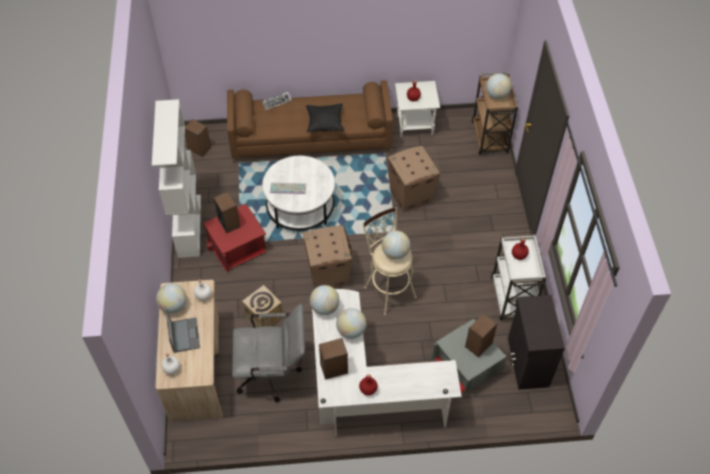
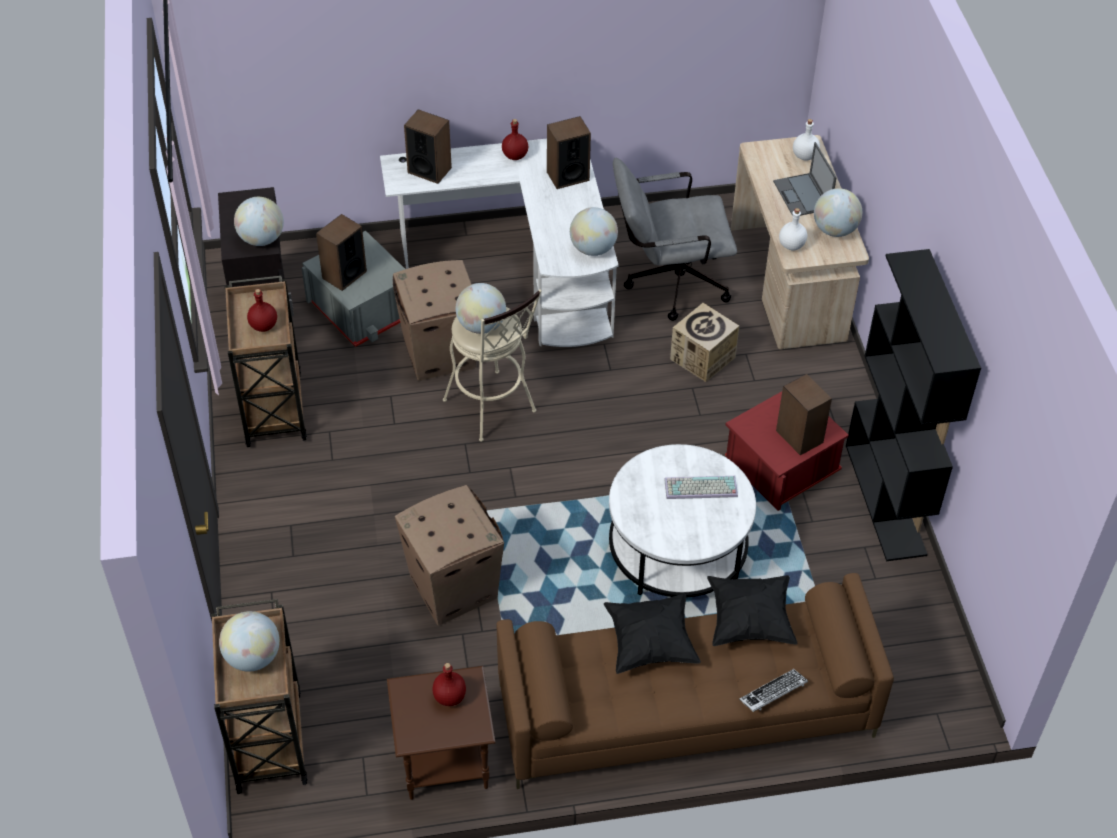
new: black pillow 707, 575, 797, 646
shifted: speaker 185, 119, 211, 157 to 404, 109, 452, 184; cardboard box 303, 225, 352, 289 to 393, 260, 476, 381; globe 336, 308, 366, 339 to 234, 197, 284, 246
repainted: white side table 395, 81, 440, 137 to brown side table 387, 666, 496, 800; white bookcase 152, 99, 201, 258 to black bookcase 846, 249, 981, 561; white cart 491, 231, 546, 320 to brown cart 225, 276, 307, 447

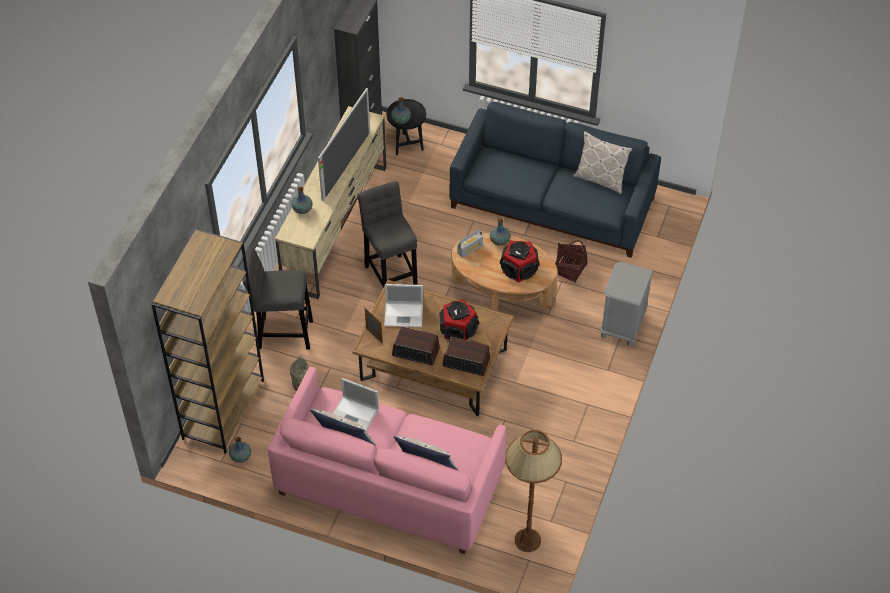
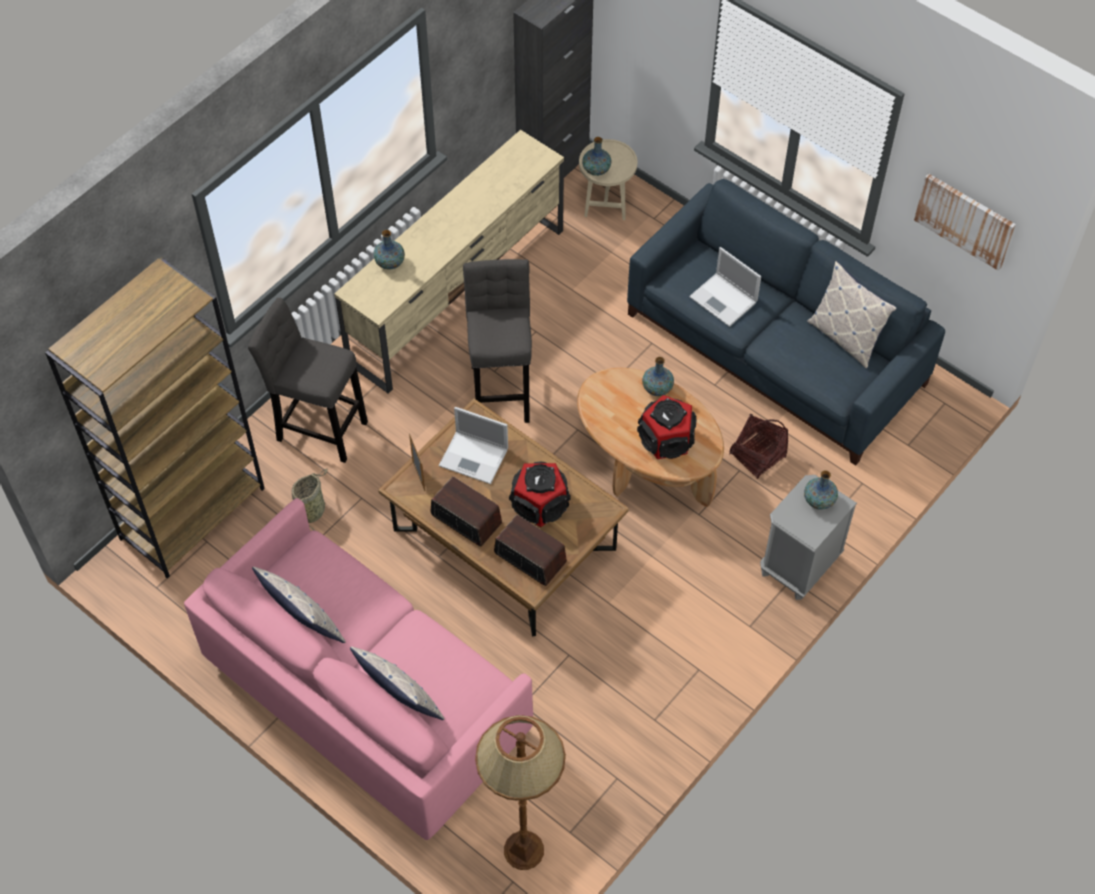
gone: television 318, 88, 370, 201; radio 457, 230, 483, 258
new: picture 914, 173, 1016, 270
shifted: laptop 333, 378, 379, 431 to 689, 247, 761, 327; vase 229, 437, 251, 463 to 804, 470, 838, 510
repainted: black side table 387, 99, 426, 156 to beige side table 579, 139, 637, 220

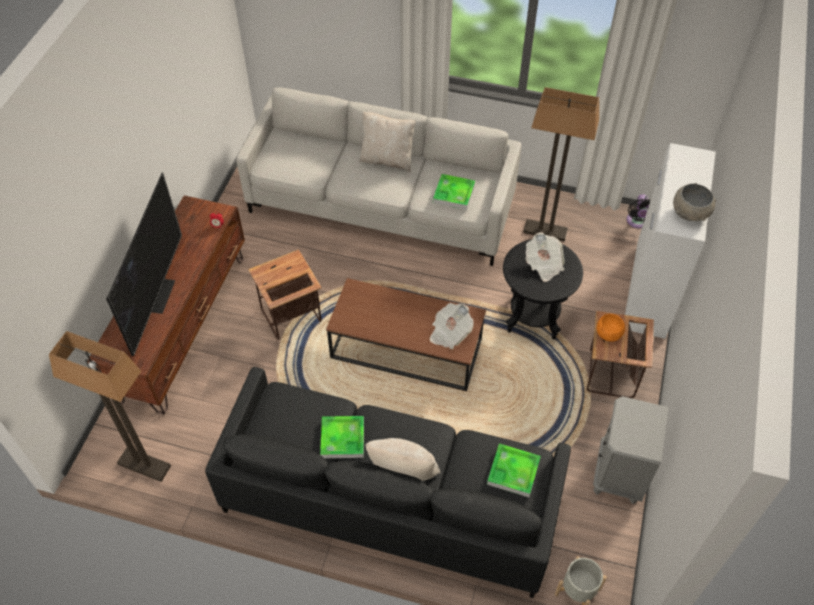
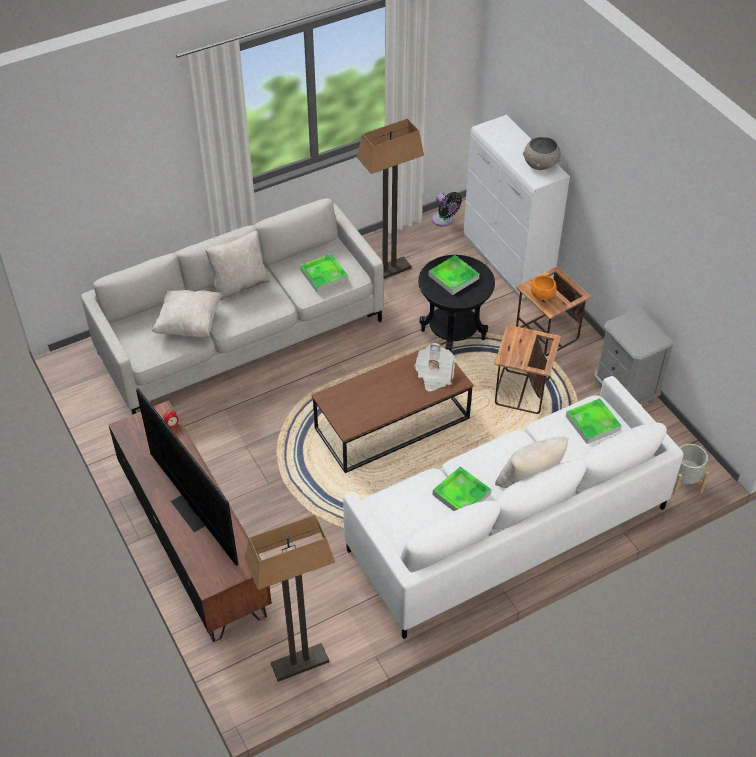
new: beige pillow 152, 289, 223, 337
shifted: side table 248, 249, 322, 340 to 494, 325, 561, 414
swapped: newspaper 525, 232, 565, 282 to tray 428, 255, 480, 295
repainted: black sofa 205, 367, 571, 598 to white sofa 343, 376, 683, 639

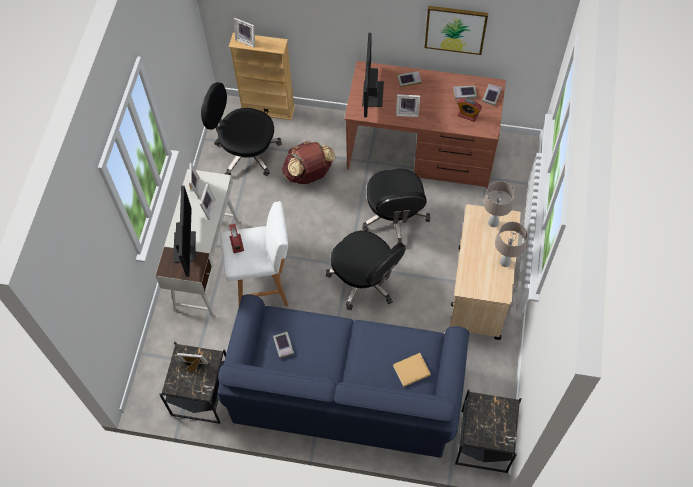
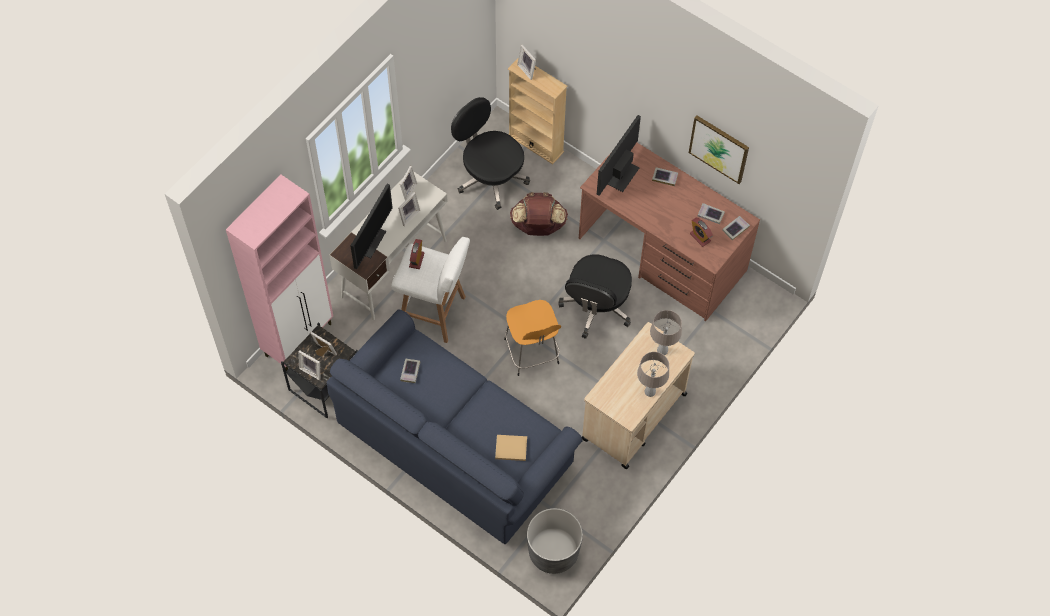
new: pink cabinet 226, 175, 333, 371
shifted: picture frame 396, 94, 420, 117 to 298, 350, 321, 380
swapped: black office chair 326, 231, 406, 310 to orange stool 504, 300, 561, 376; black side table 455, 390, 522, 473 to grey planter 527, 508, 583, 574

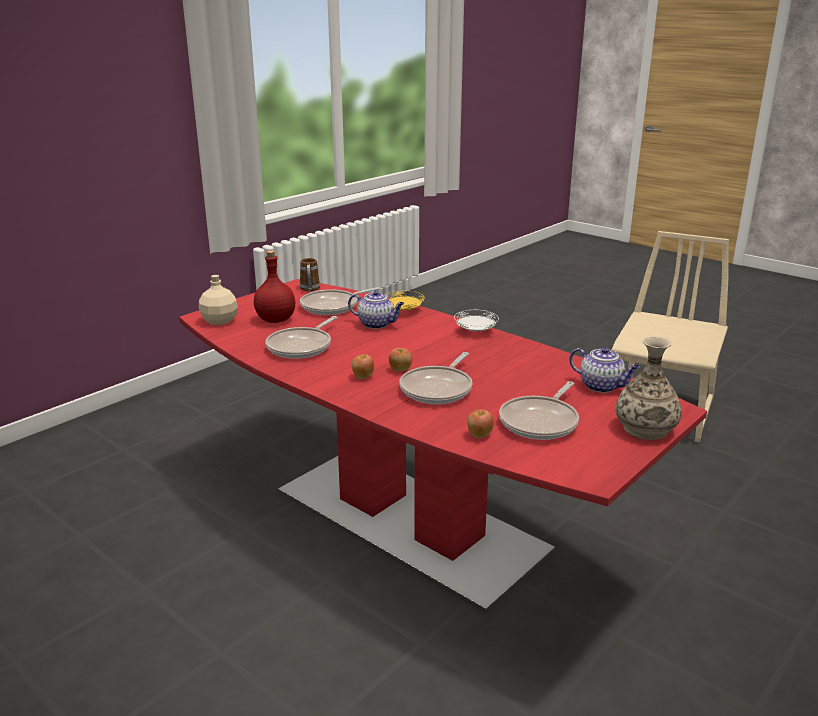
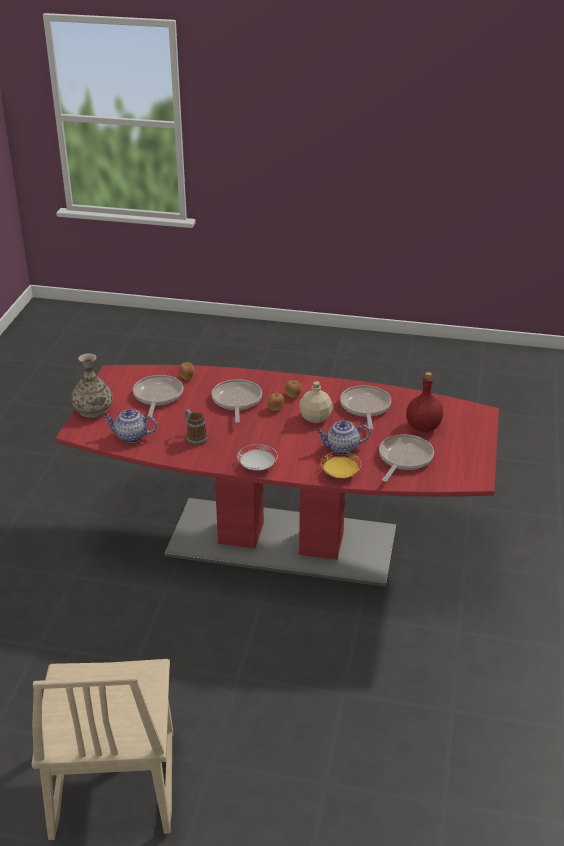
shifted: mug 300, 258, 320, 291 to 184, 409, 207, 446; beige bottle 199, 275, 238, 325 to 299, 381, 333, 423

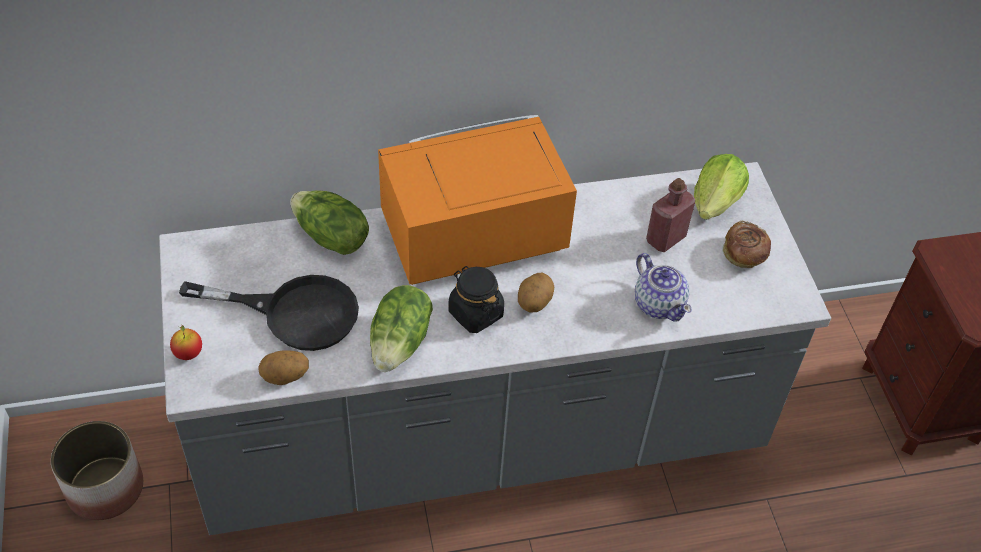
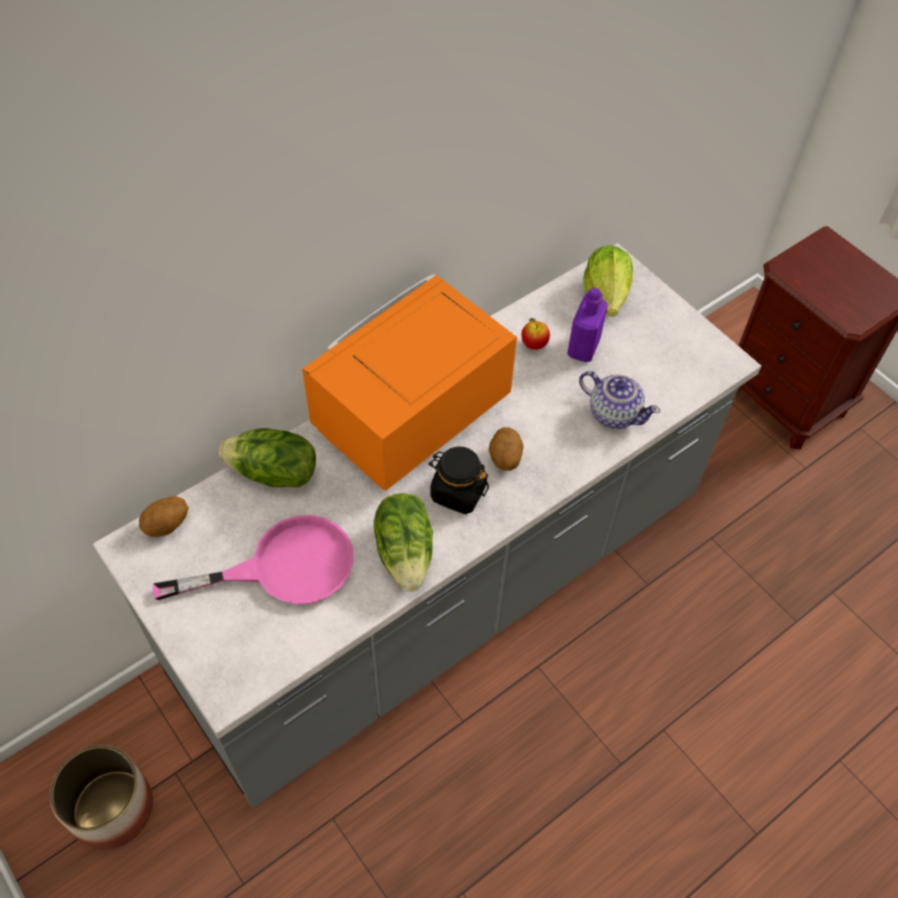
gone: bread 723, 221, 771, 268
shifted: apple 170, 325, 202, 360 to 521, 318, 550, 350; potato 258, 350, 309, 385 to 139, 496, 188, 537
repainted: red bottle 646, 178, 695, 252 to purple bottle 567, 287, 608, 362; black frying pan 179, 275, 359, 351 to pink frying pan 153, 515, 354, 605

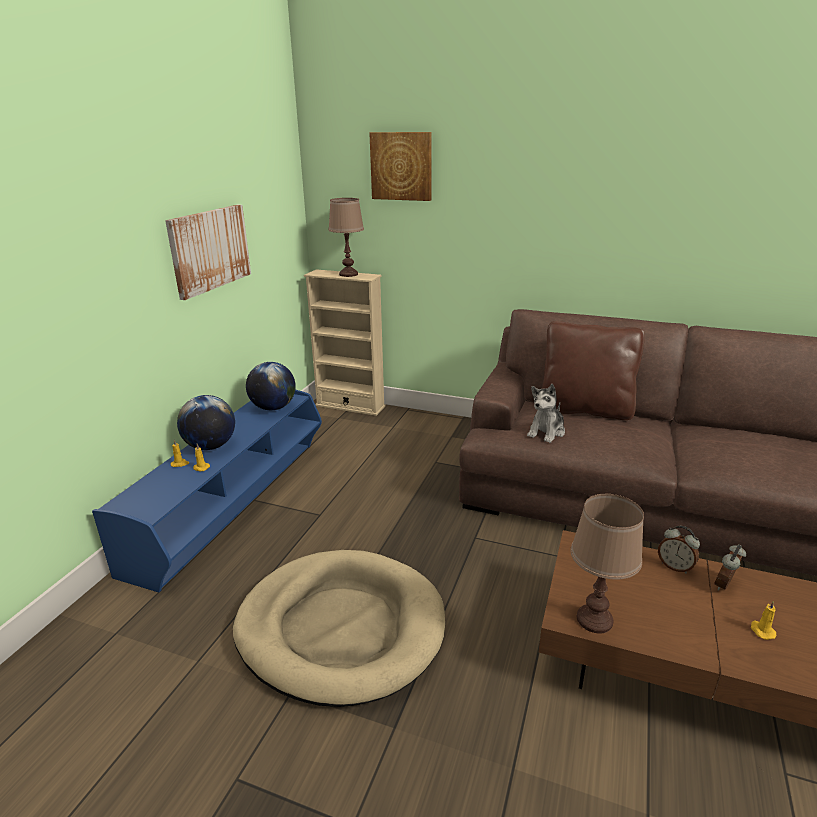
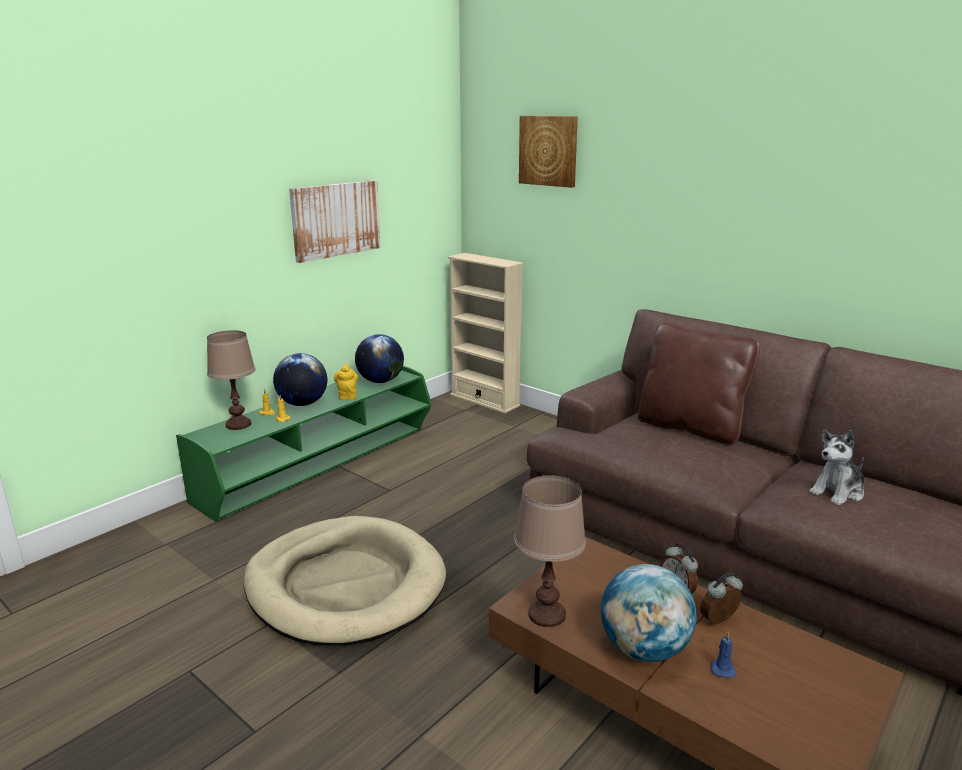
new: yellow teapot 334, 364, 358, 400; globe 601, 564, 697, 662
shifted: brown table lamp 328, 198, 364, 277 to 207, 330, 255, 430; plush toy 527, 384, 565, 443 to 809, 430, 864, 505
repainted: blue tv stand 92, 390, 322, 592 to green tv stand 176, 366, 431, 522; yellow candle 751, 601, 776, 640 to blue candle 711, 631, 736, 678

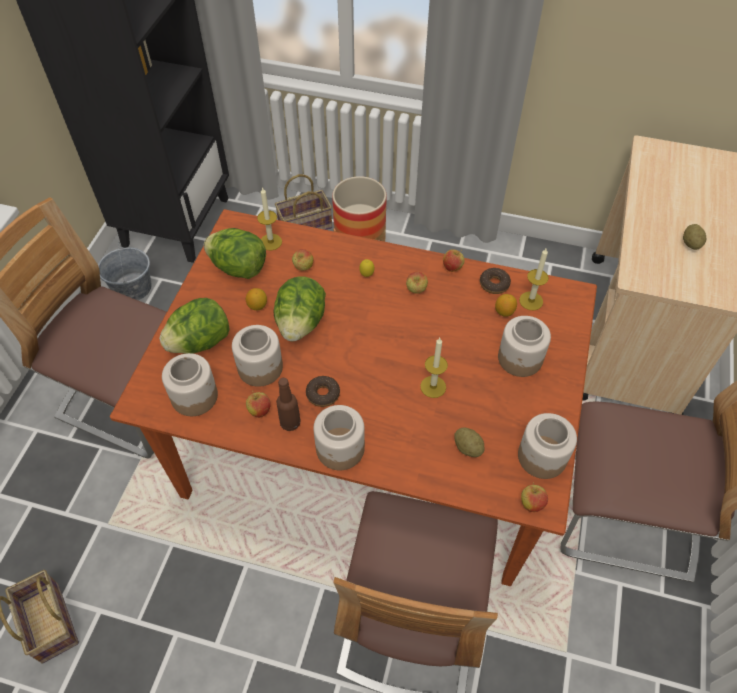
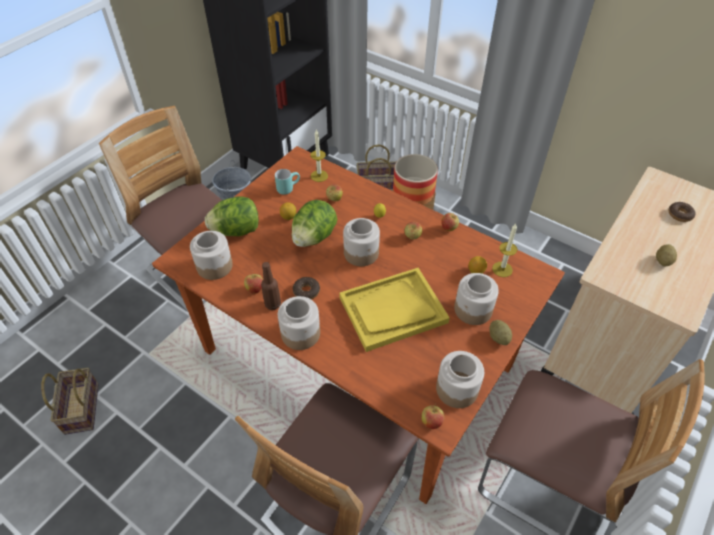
shifted: donut 480, 268, 511, 294 to 669, 202, 696, 222; jar 232, 325, 283, 387 to 343, 218, 380, 266; potato 454, 428, 484, 457 to 489, 320, 512, 345
swapped: lettuce 204, 228, 266, 279 to turquoise mug 275, 169, 300, 195; candle 420, 338, 448, 398 to yellow tray 339, 268, 450, 352

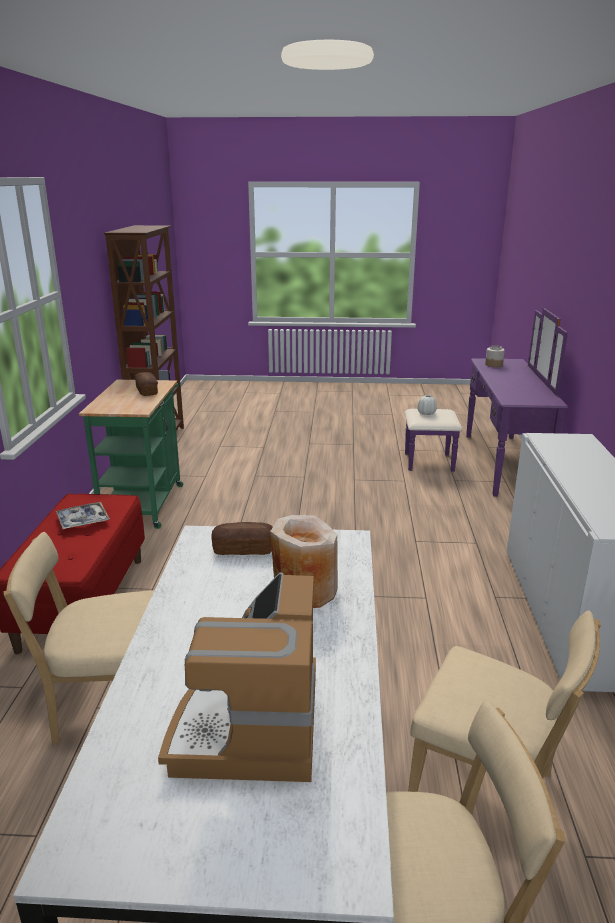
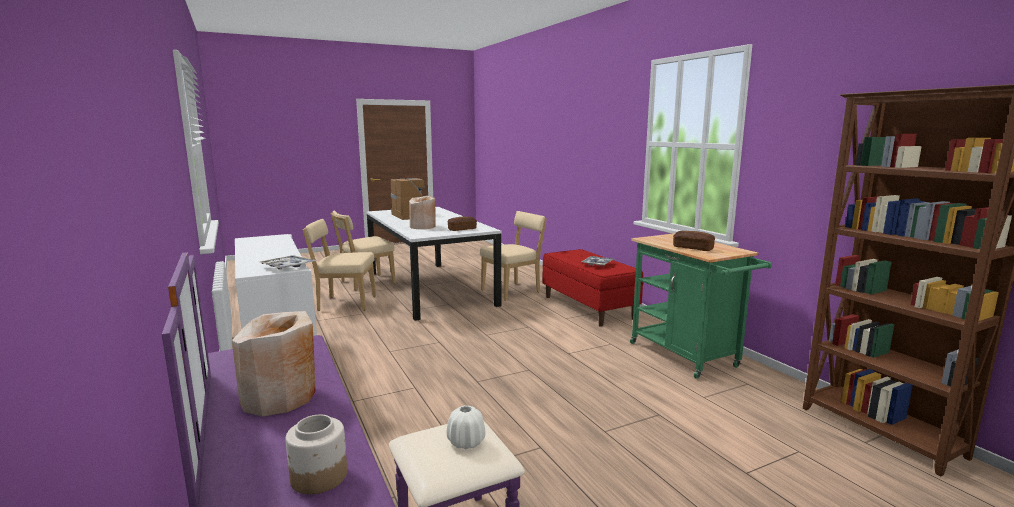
new: tray 260, 255, 317, 269; beige vase 232, 311, 316, 417

